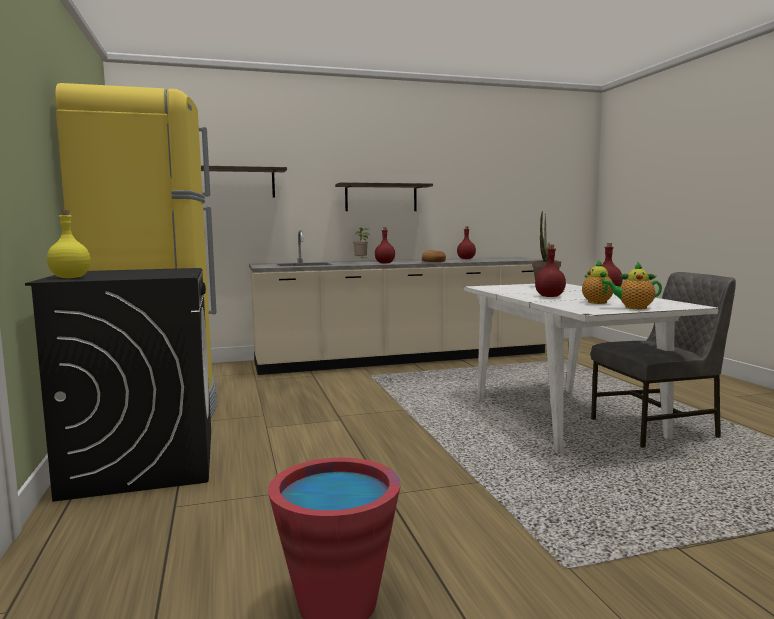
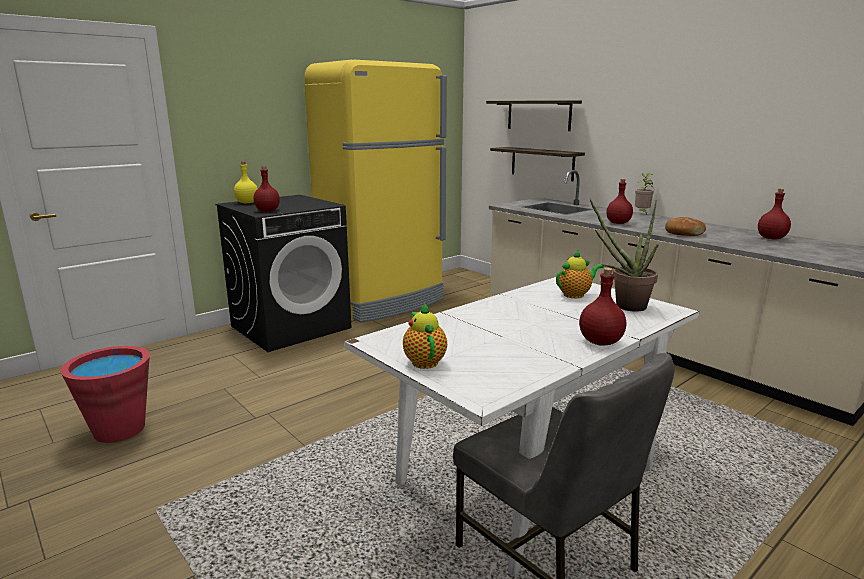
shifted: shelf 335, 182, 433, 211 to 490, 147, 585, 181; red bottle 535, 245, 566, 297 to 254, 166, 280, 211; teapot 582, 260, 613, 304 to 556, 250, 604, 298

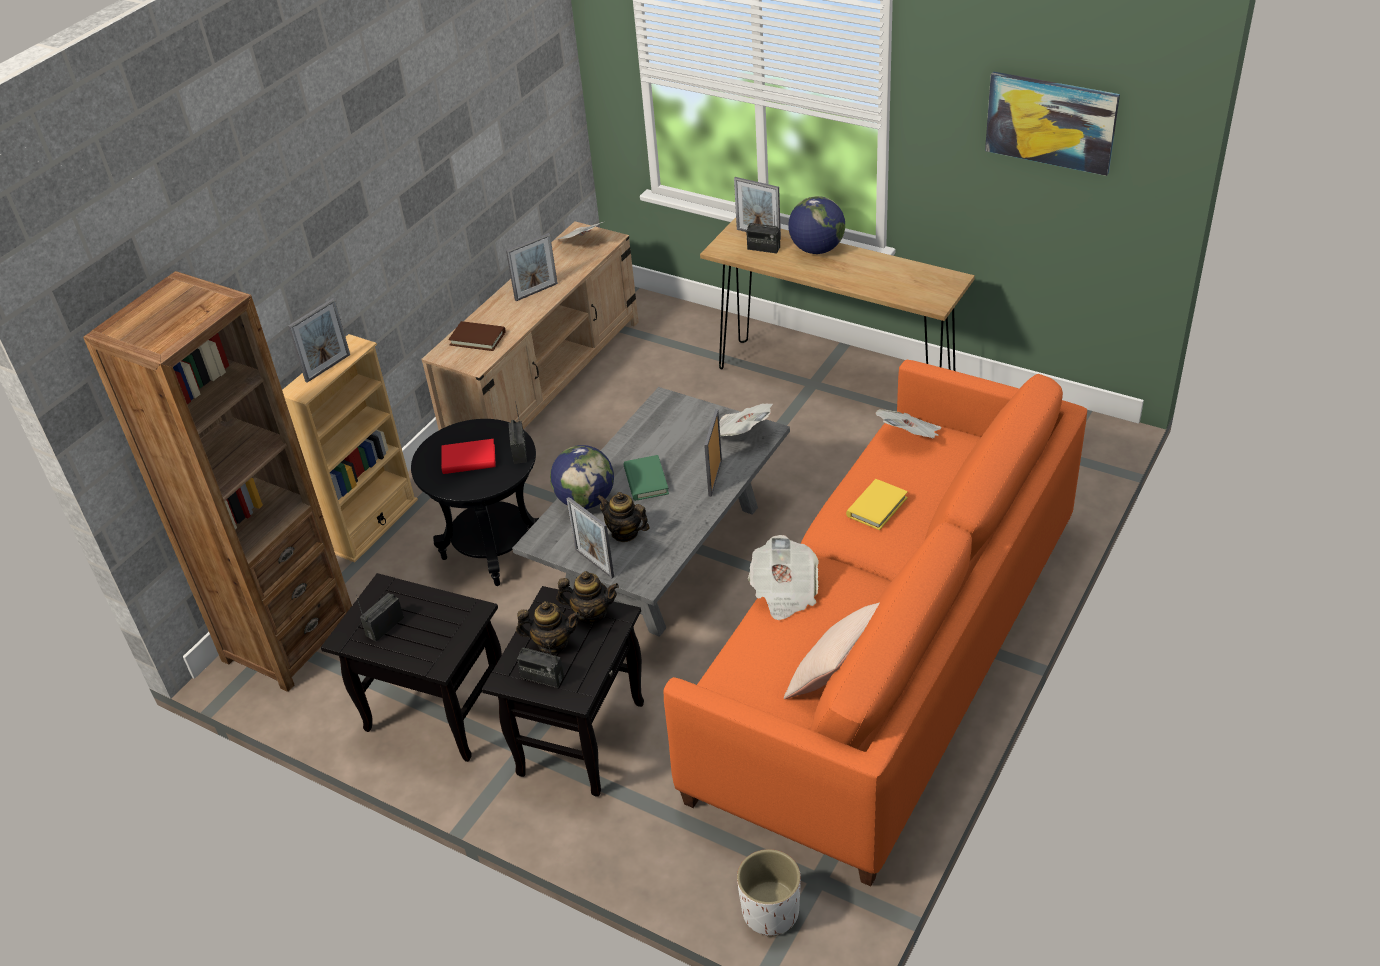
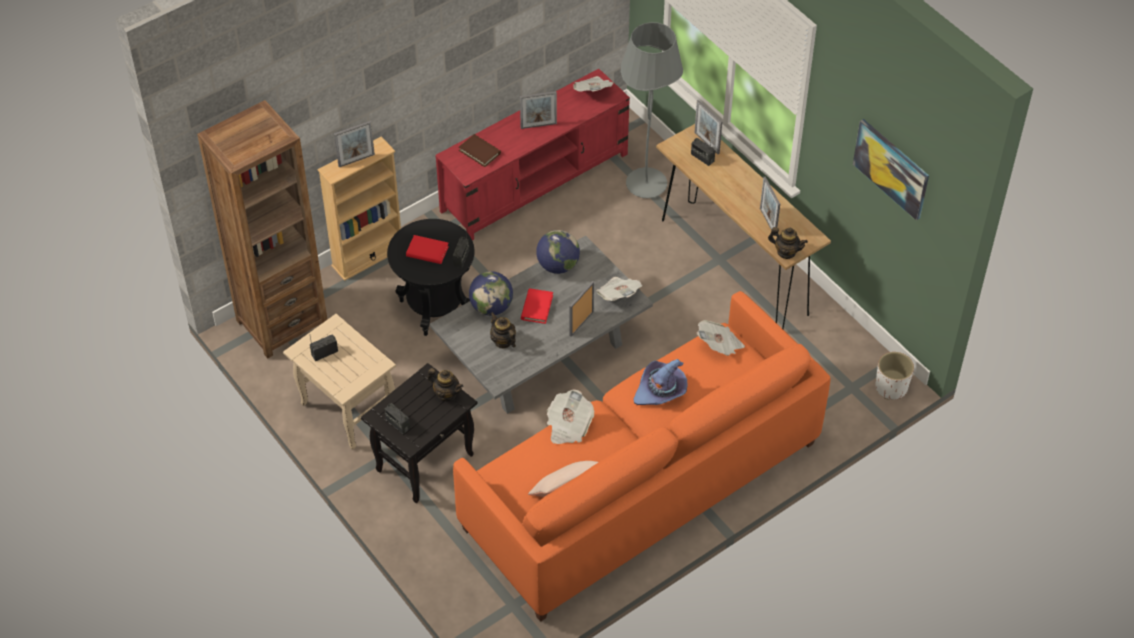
new: grey floor lamp 621, 22, 683, 198
shifted: globe 788, 196, 845, 254 to 536, 230, 580, 274; picture frame 567, 497, 614, 578 to 760, 177, 780, 236; teapot 516, 601, 580, 654 to 768, 227, 808, 259; white planter 737, 849, 801, 937 to 875, 352, 914, 400
swapped: yellow book 846, 479, 908, 530 to purple hat 634, 359, 687, 405
repainted: beige tv stand 421, 221, 639, 430 to red tv stand 435, 69, 630, 241; green book 624, 455, 669, 501 to red book 521, 288, 553, 324; black side table 321, 573, 502, 762 to beige side table 283, 314, 396, 450

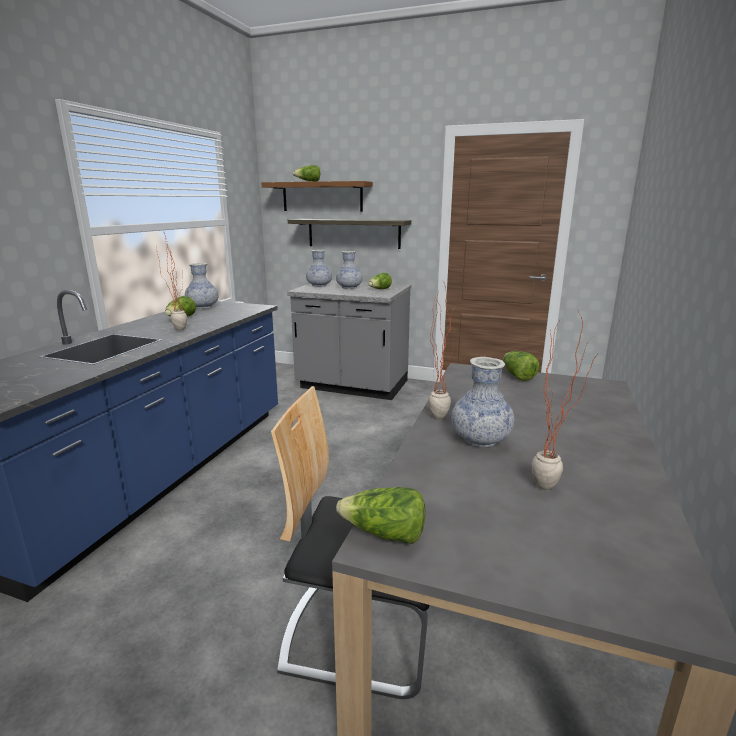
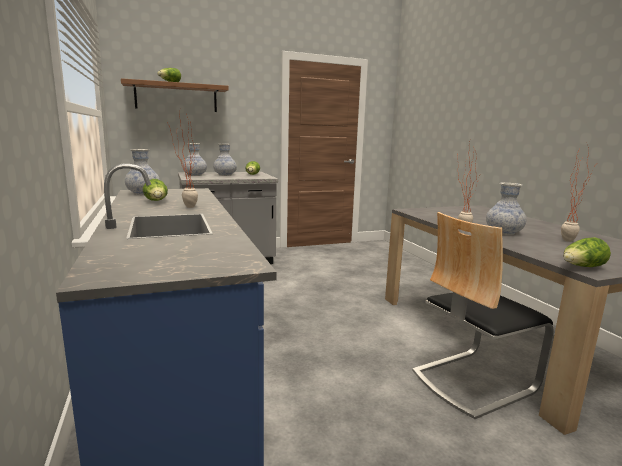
gone: shelf 288, 219, 411, 249; lettuce 503, 351, 539, 381

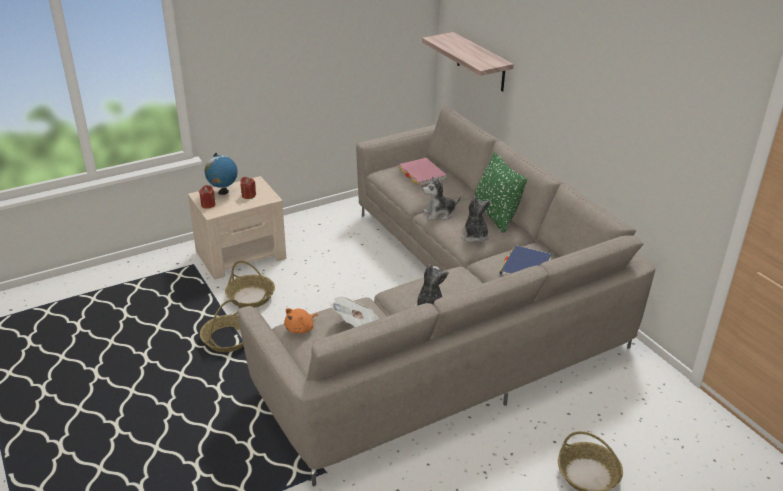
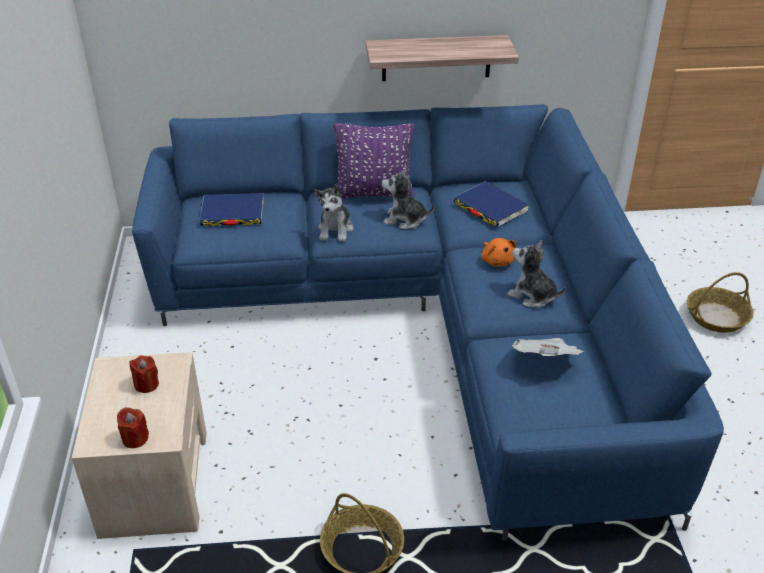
gone: globe 205, 153, 238, 195; basket 225, 261, 275, 308
shifted: shelf 422, 32, 514, 92 to 366, 35, 519, 81; orange plush toy 284, 308, 318, 334 to 481, 238, 516, 267
repainted: beige sofa 238, 106, 656, 486 to blue sofa 132, 104, 724, 541; green pillow 475, 152, 527, 233 to purple pillow 334, 123, 414, 199; pink book 398, 158, 447, 186 to blue book 199, 193, 264, 226

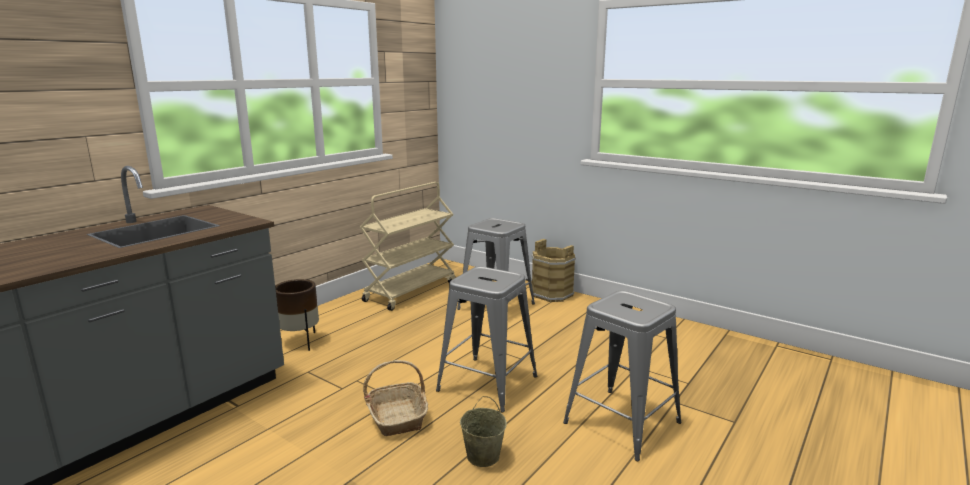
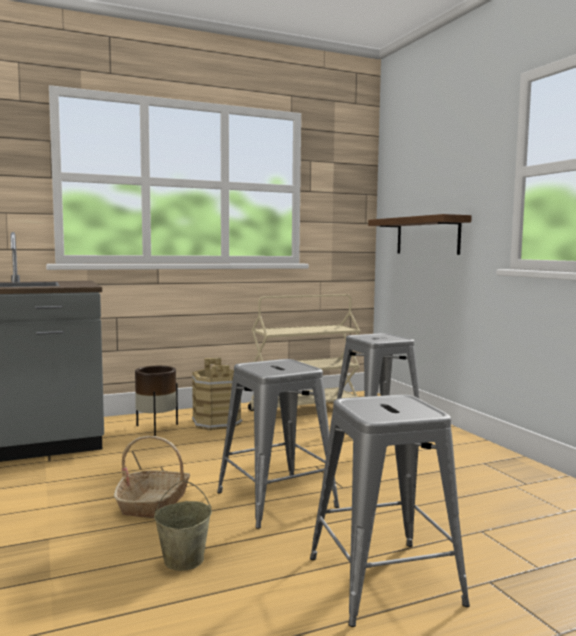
new: shelf 368, 214, 472, 255
shifted: brown bucket 532, 239, 576, 302 to 192, 358, 242, 431

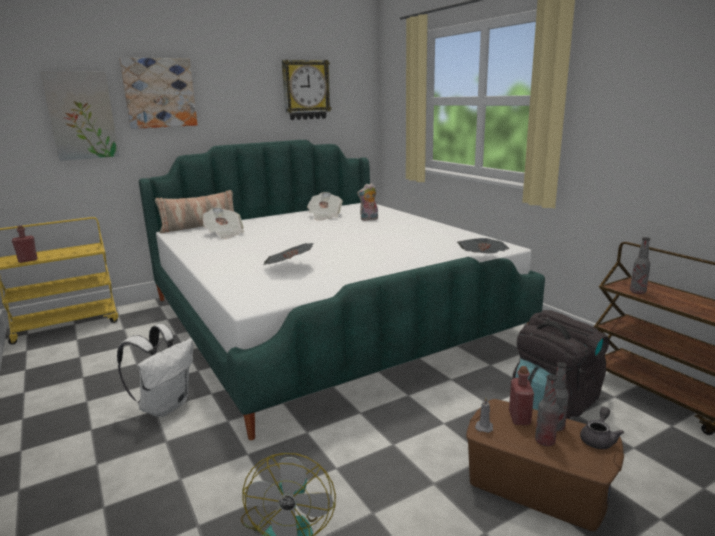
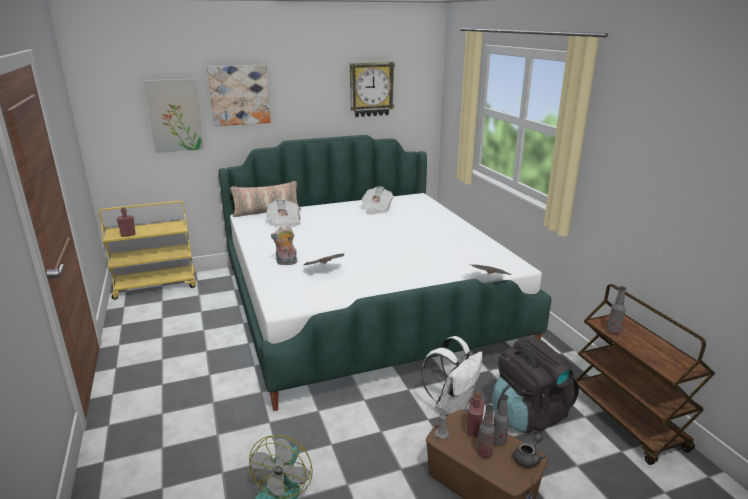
shifted: plush toy 357, 183, 378, 221 to 271, 225, 298, 265; white backpack 117, 324, 193, 417 to 421, 336, 483, 415

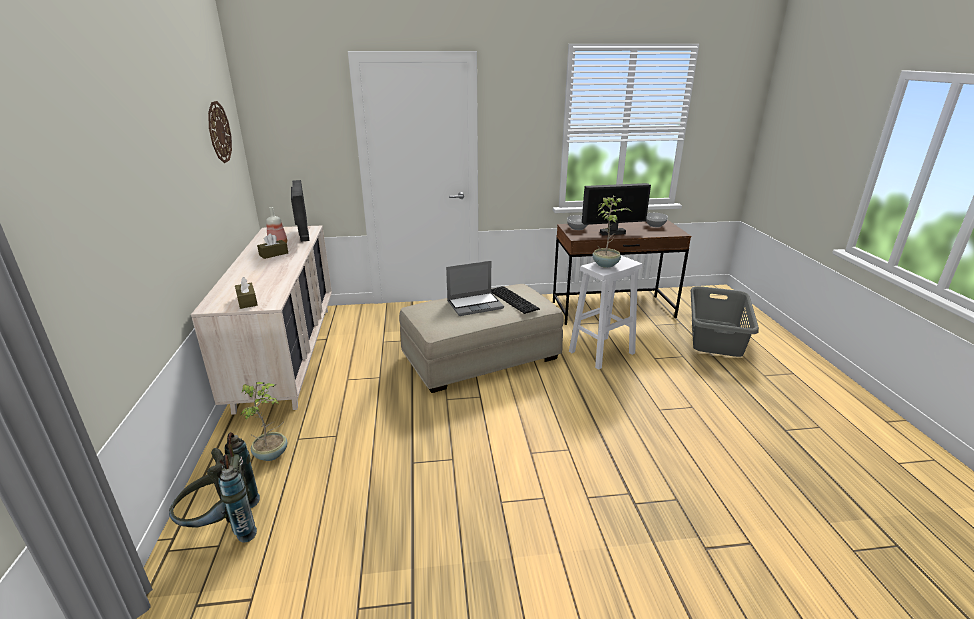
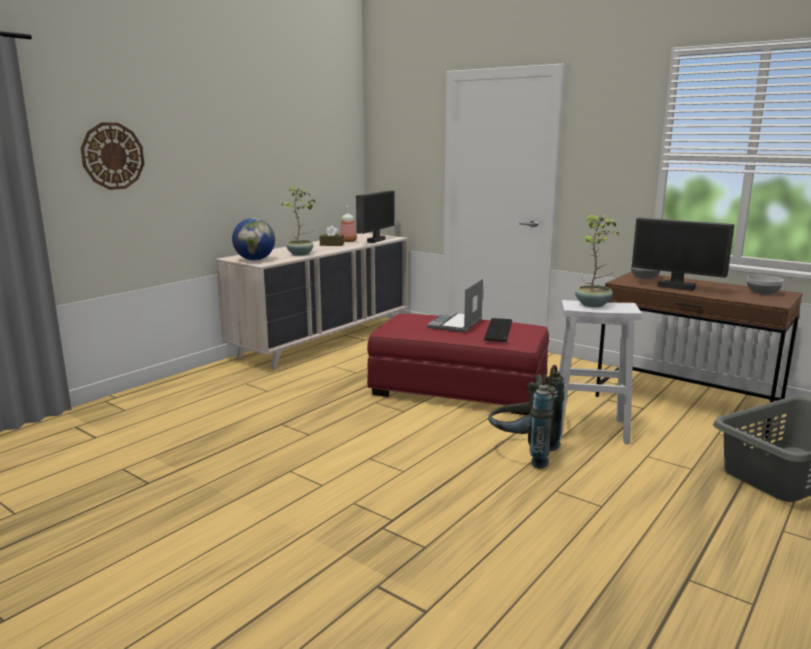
shifted: wall clock 208, 101, 232, 163 to 81, 123, 144, 190; potted plant 241, 382, 288, 461 to 281, 187, 315, 256; grey backpack 169, 432, 260, 543 to 488, 365, 565, 469
swapped: brown tissue box 235, 277, 258, 309 to globe 232, 218, 275, 261
repainted: beige ottoman 399, 284, 564, 393 to red ottoman 367, 314, 549, 415
rotated: laptop 446, 261, 504, 316 = 427, 278, 483, 332 90 degrees clockwise

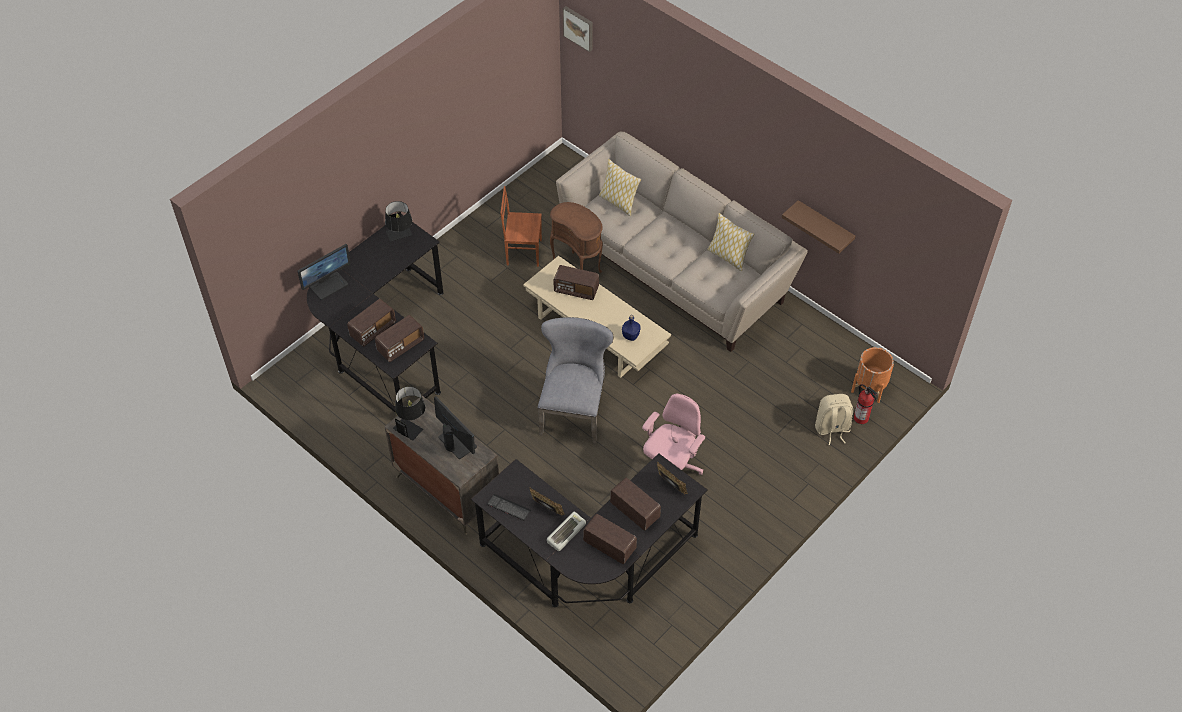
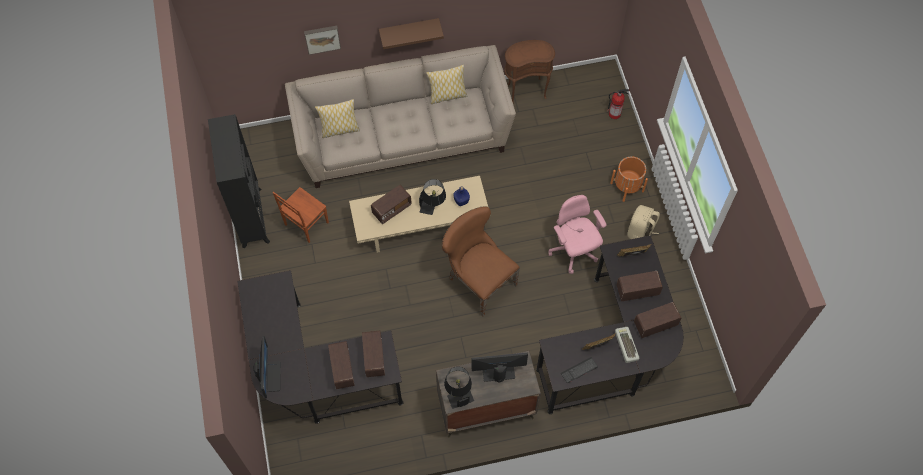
new: black bookcase 208, 114, 270, 248
shifted: picture 563, 6, 592, 52 to 304, 26, 341, 55; brown shelf 782, 200, 855, 254 to 379, 18, 444, 49; black table lamp 385, 201, 412, 242 to 419, 179, 446, 215; brown side table 550, 202, 603, 273 to 504, 40, 555, 104; orange planter 851, 347, 894, 403 to 610, 157, 648, 202; beige backpack 815, 394, 853, 445 to 627, 205, 660, 239
repainted: grey chair 538, 317, 613, 444 to brown chair 442, 206, 520, 317

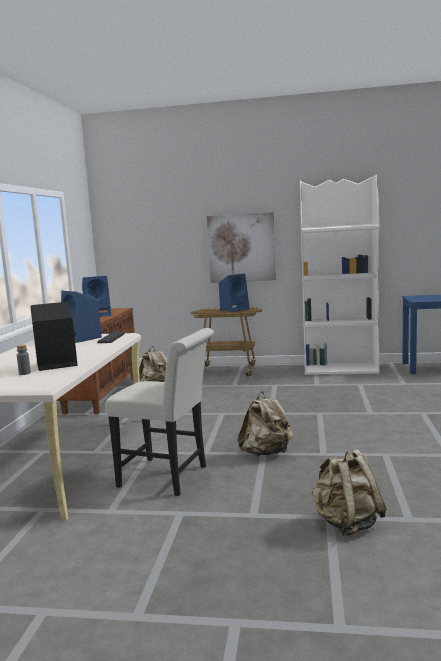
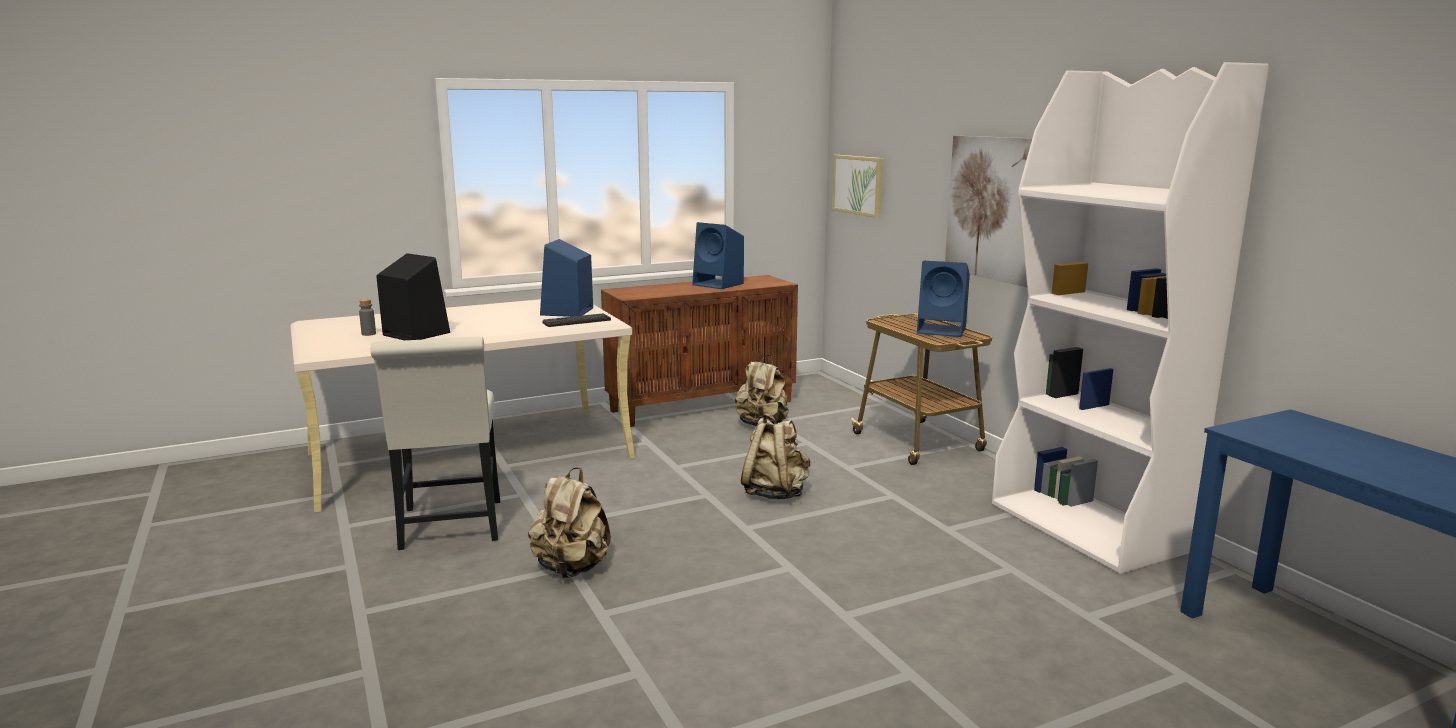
new: picture 832, 155, 883, 218
shifted: beige backpack 312, 449, 386, 536 to 741, 413, 810, 500

